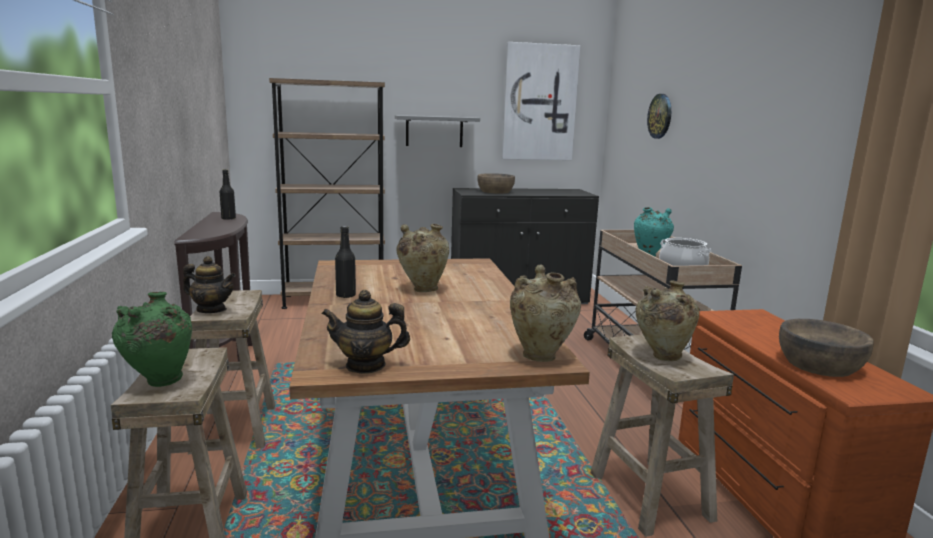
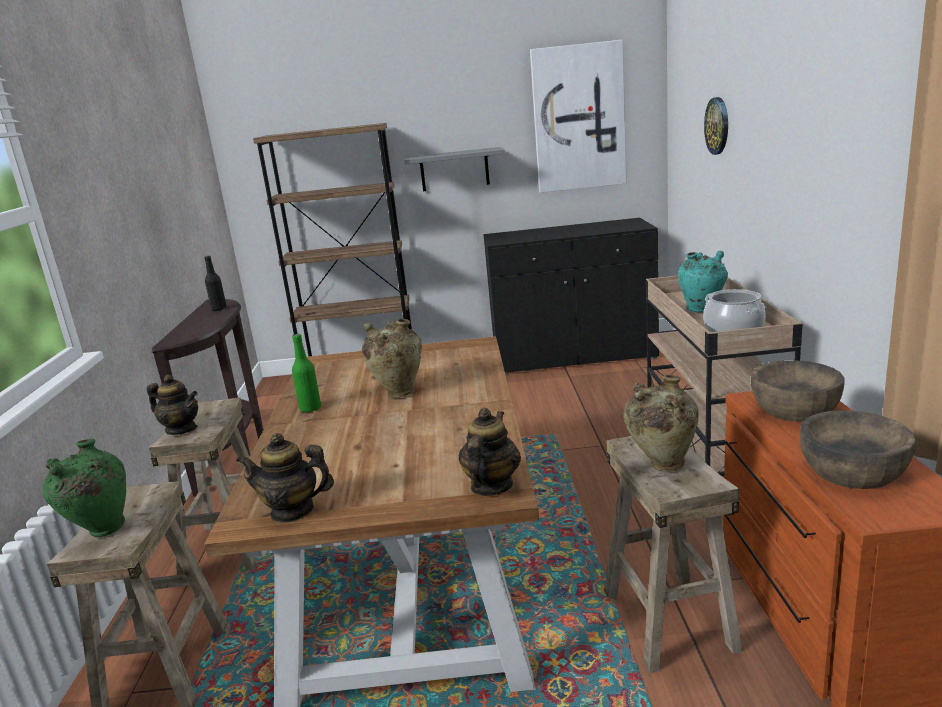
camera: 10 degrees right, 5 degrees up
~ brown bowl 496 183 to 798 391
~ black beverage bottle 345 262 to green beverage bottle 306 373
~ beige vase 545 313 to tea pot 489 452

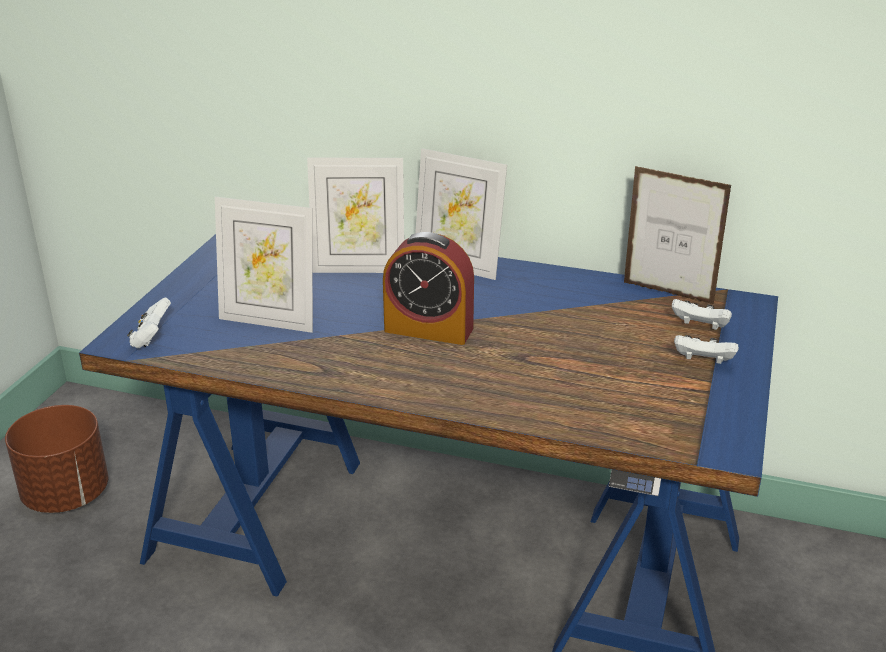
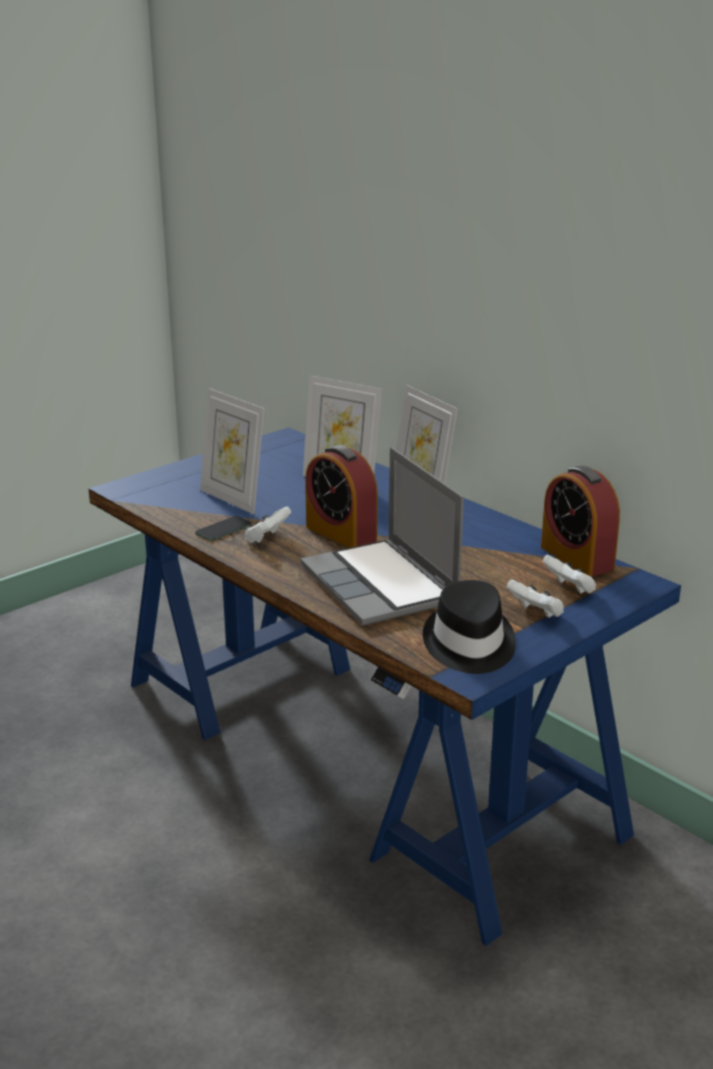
camera: 30 degrees right, 5 degrees down
~ picture frame 678 235 to table clock 580 521
~ white gamepad 149 323 to 267 525
- brown plant pot 56 459
+ laptop 382 536
+ telephone 223 528
+ black clothing hat 469 627

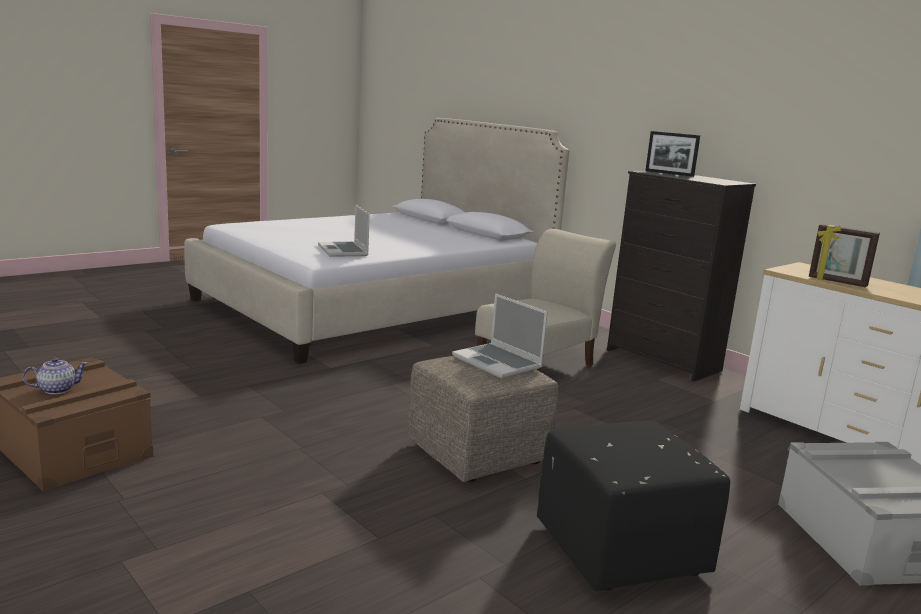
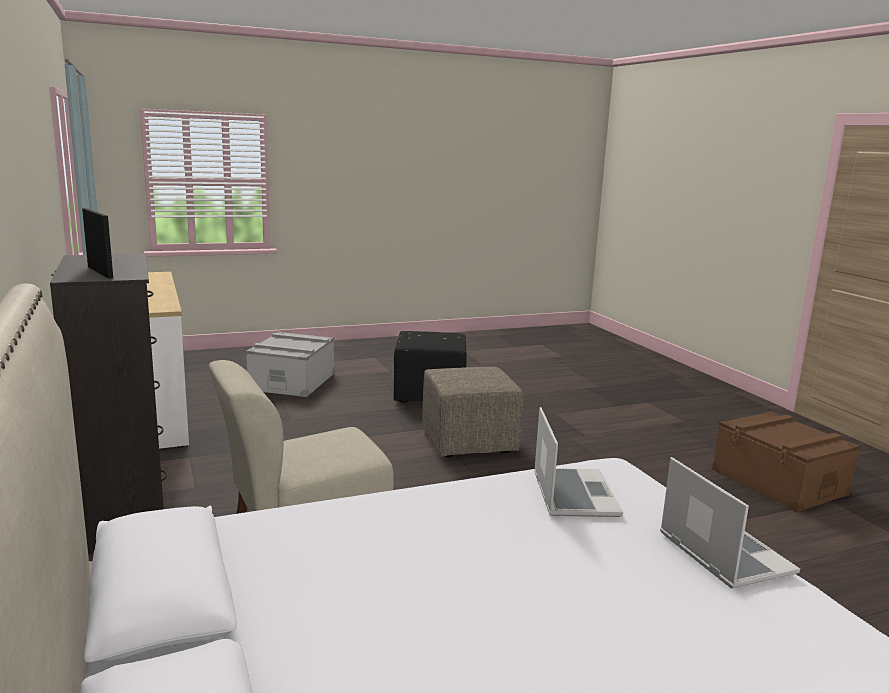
camera: 160 degrees left, 0 degrees up
- picture frame 844 255
~ laptop 500 335 to 730 523
- tea pot 55 375

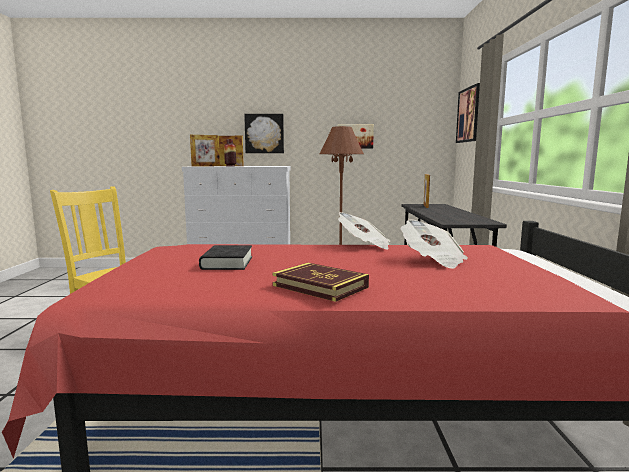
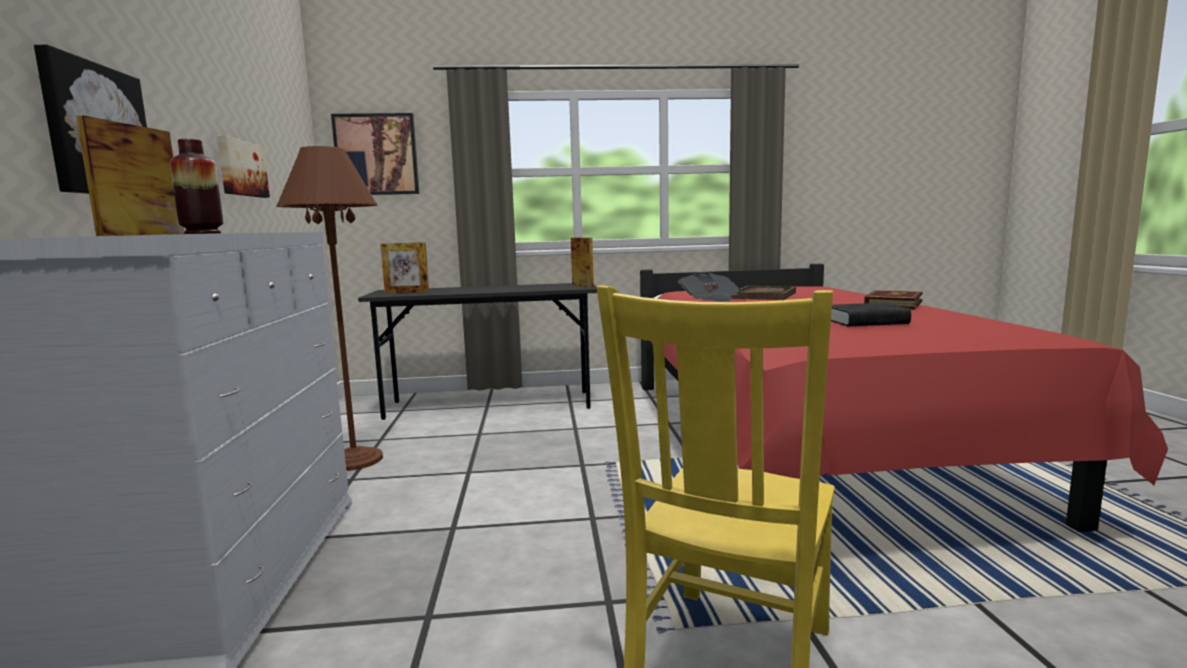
camera: 95 degrees left, 0 degrees up
~ picture frame 205 150 to 582 263
~ printed paper 434 244 to brown carrying tray 763 293

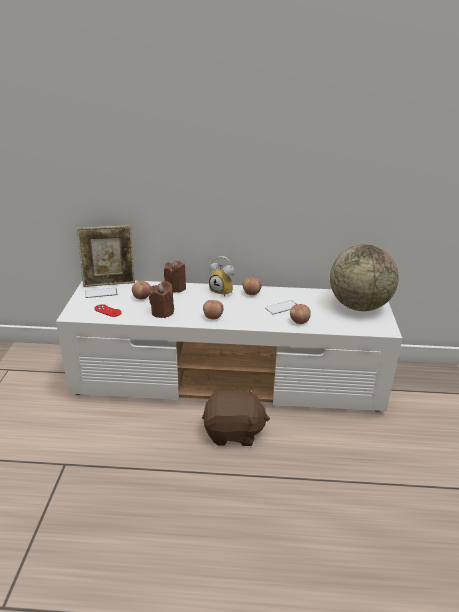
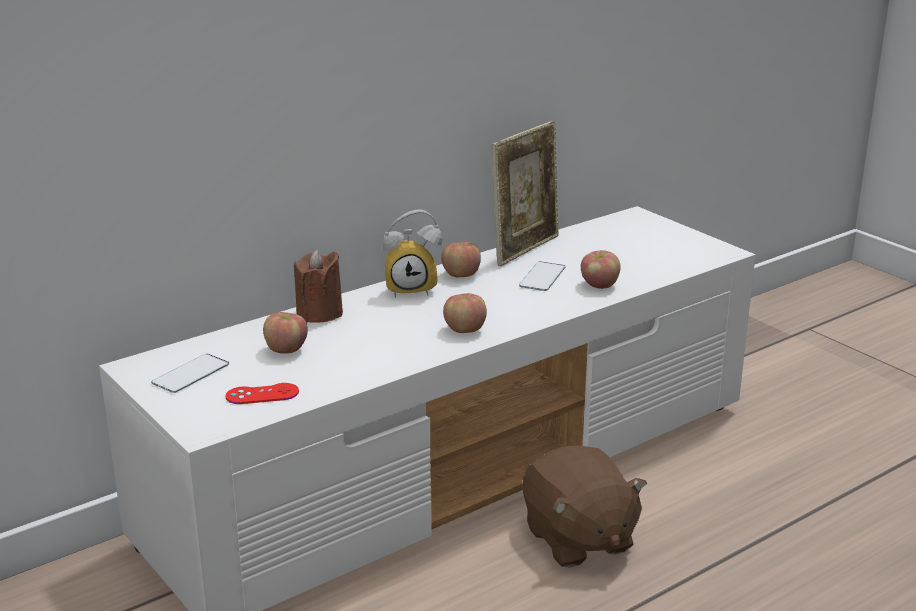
camera: 40 degrees left, 5 degrees down
~ picture frame 106 256 to 525 193
- desk globe 364 277
- brown wax light 161 299
~ brown soft toy 236 417 = 584 506 105 degrees clockwise

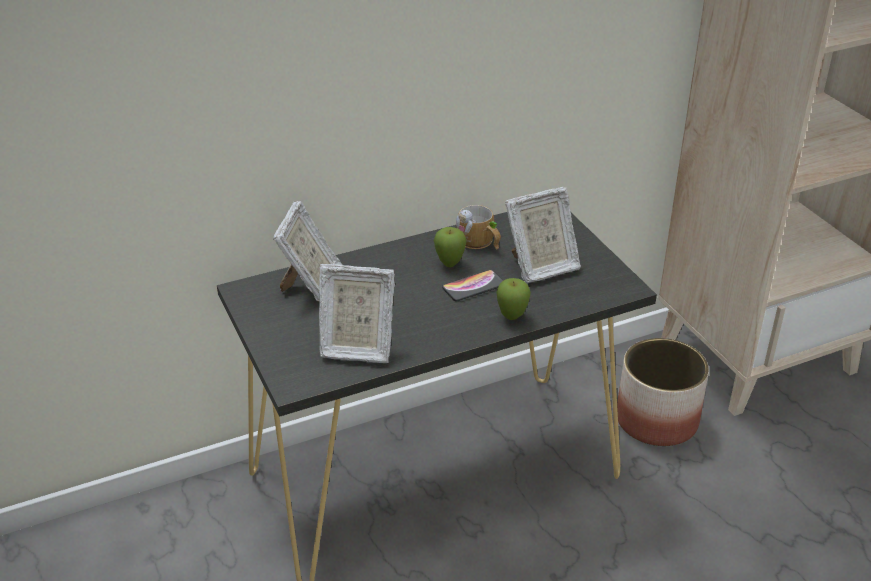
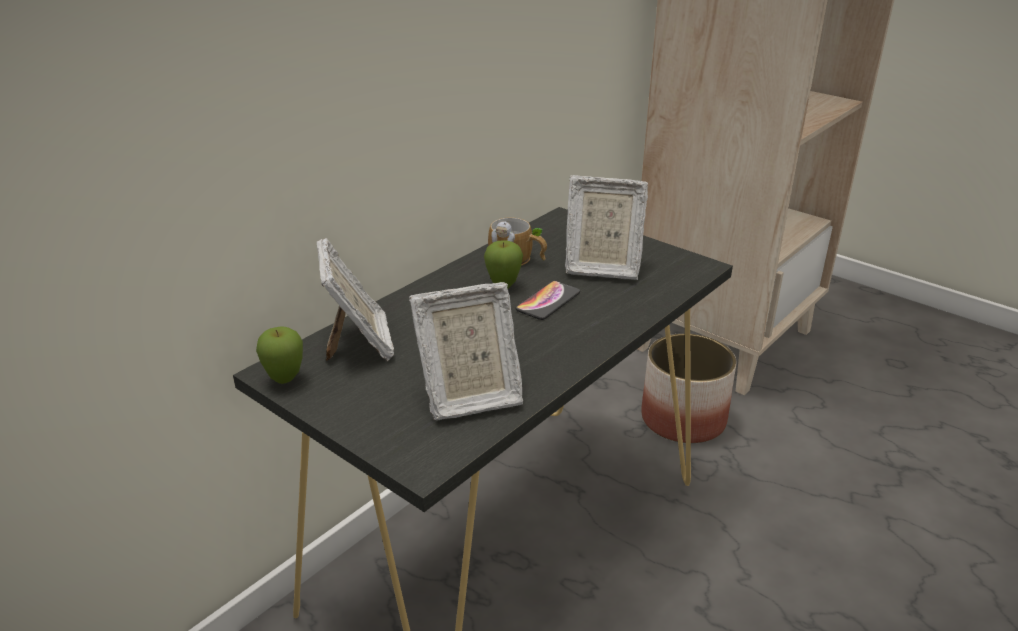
camera: 25 degrees left, 5 degrees down
~ picture frame 543 235 = 606 227 60 degrees clockwise
~ apple fruit 513 299 to 279 355

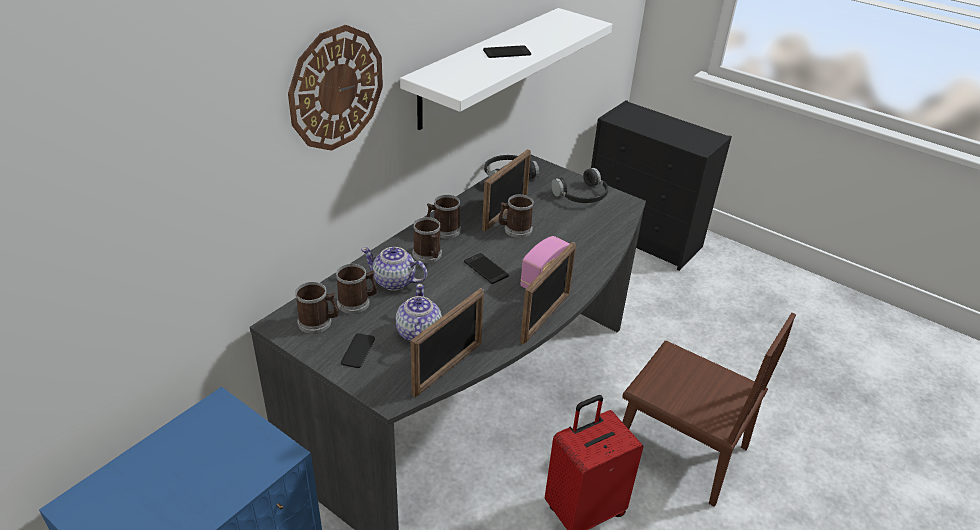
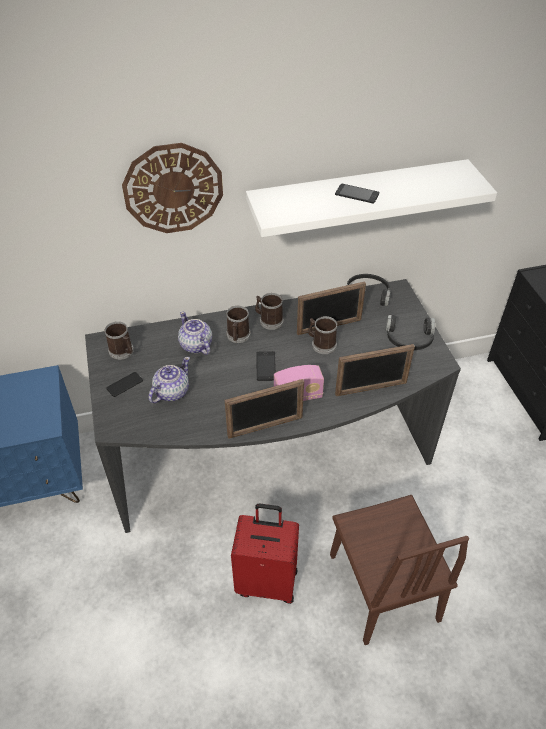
camera: 40 degrees right, 10 degrees up
- tea mug 356 289
~ picture frame 447 342 to 375 370

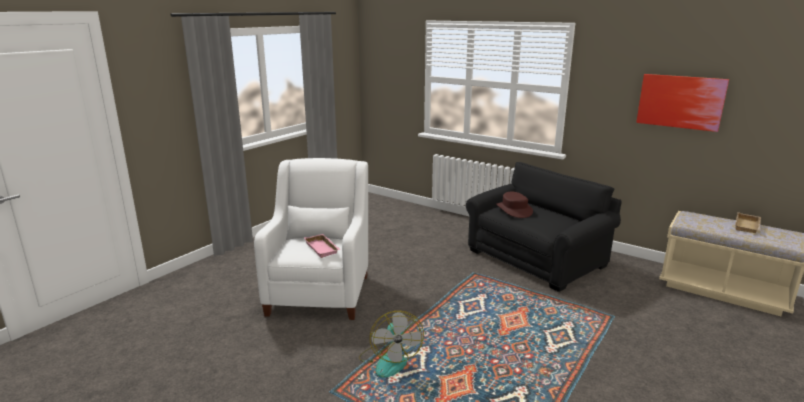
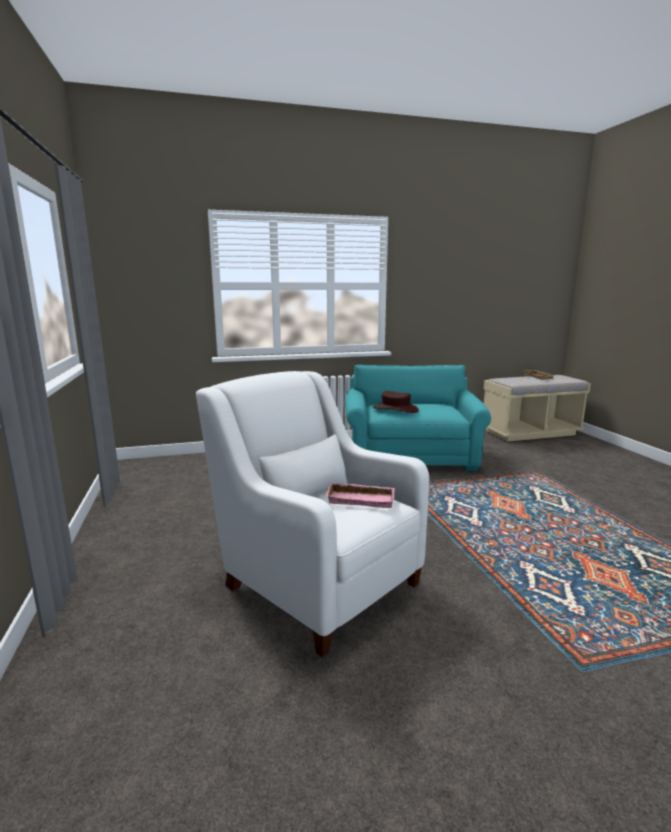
camera: 50 degrees left, 5 degrees down
- wall art 682 103
~ black lounge chair 544 227 to blue-green lounge chair 418 418
- electric fan 391 344

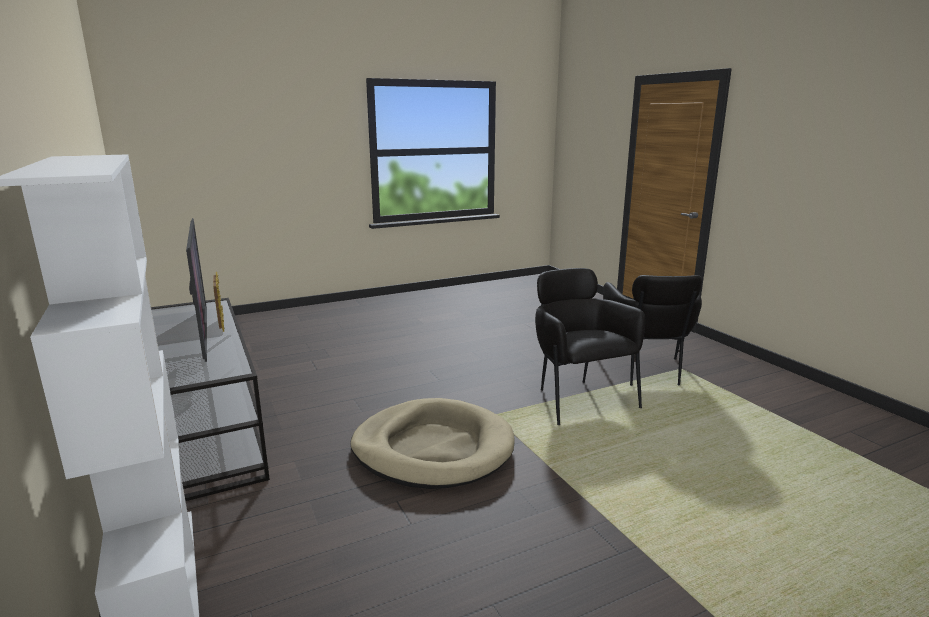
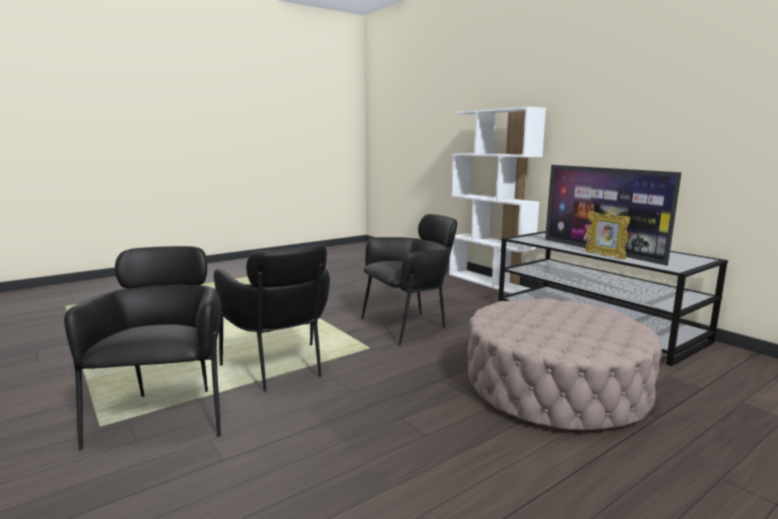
camera: 170 degrees right, 5 degrees down
~ beige dog cushion 432 443 to black lounge chair 409 280
+ beige footrest 565 364

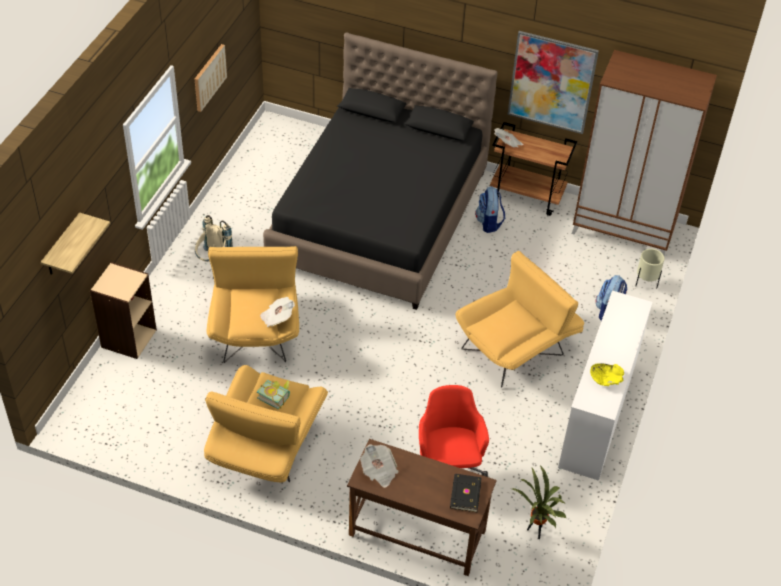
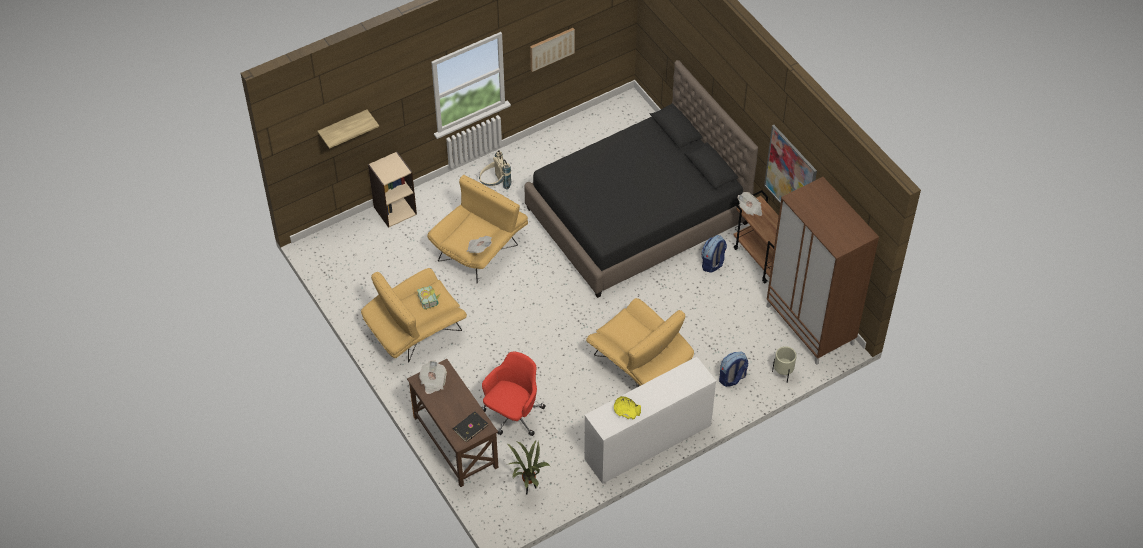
camera: 40 degrees right, 5 degrees up
~ yellow lounge chair 519 319 = 640 343 45 degrees clockwise

